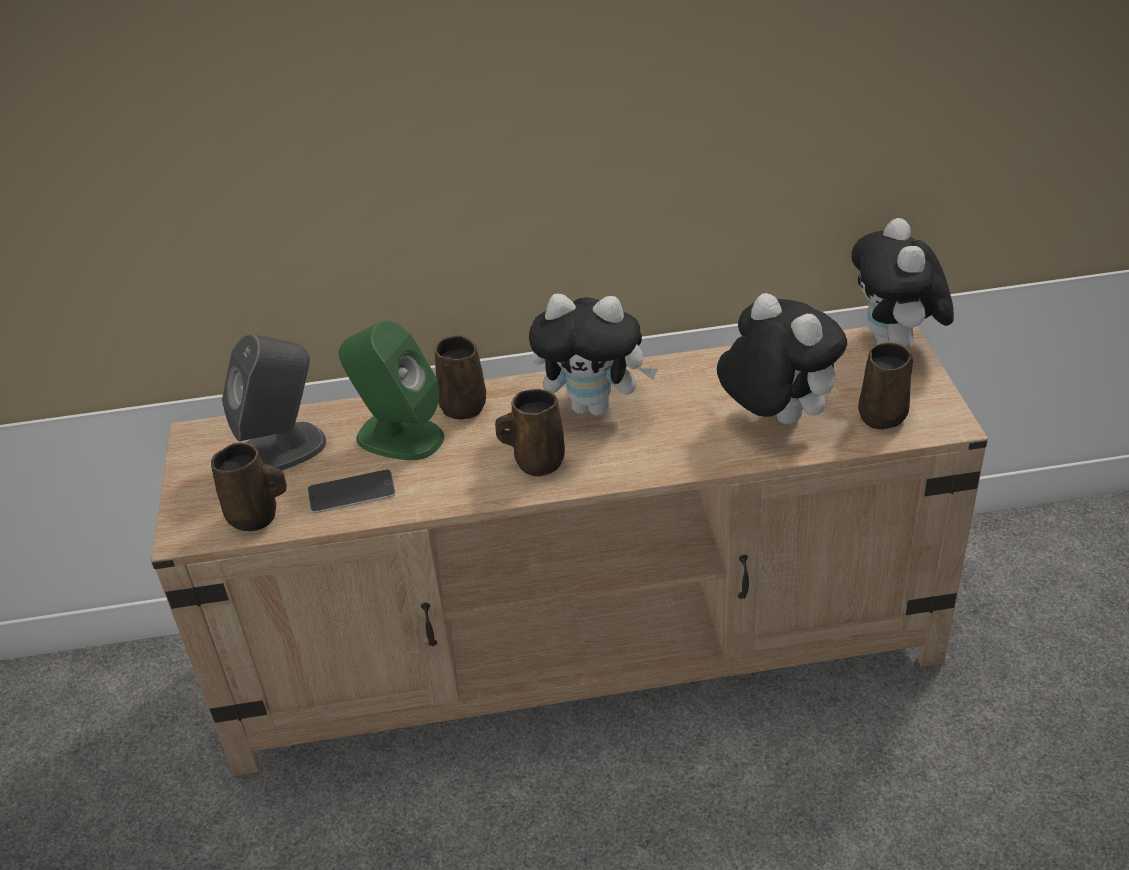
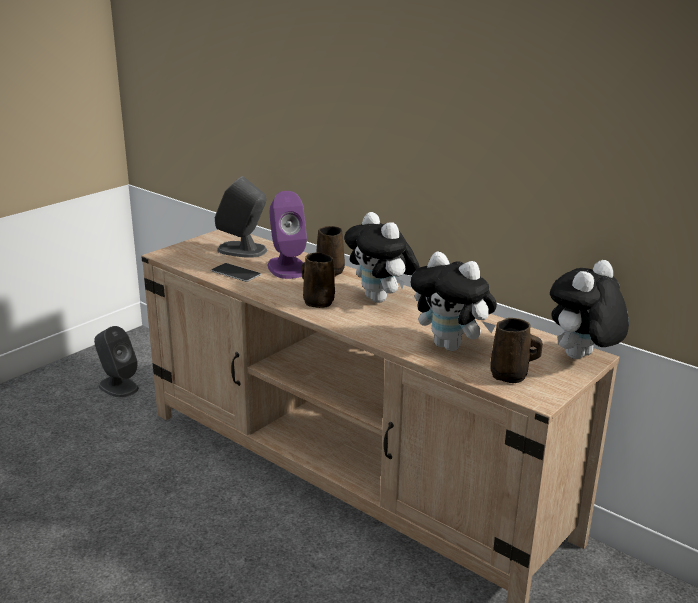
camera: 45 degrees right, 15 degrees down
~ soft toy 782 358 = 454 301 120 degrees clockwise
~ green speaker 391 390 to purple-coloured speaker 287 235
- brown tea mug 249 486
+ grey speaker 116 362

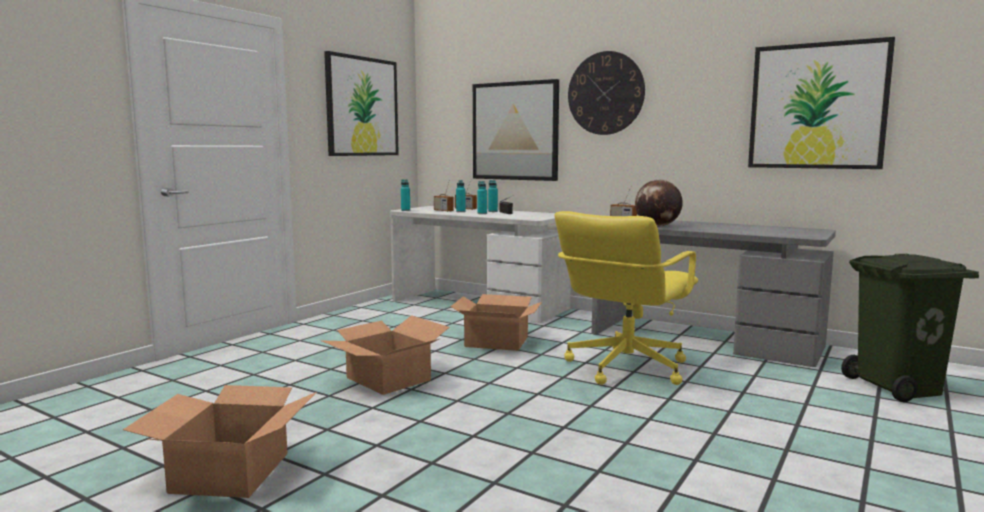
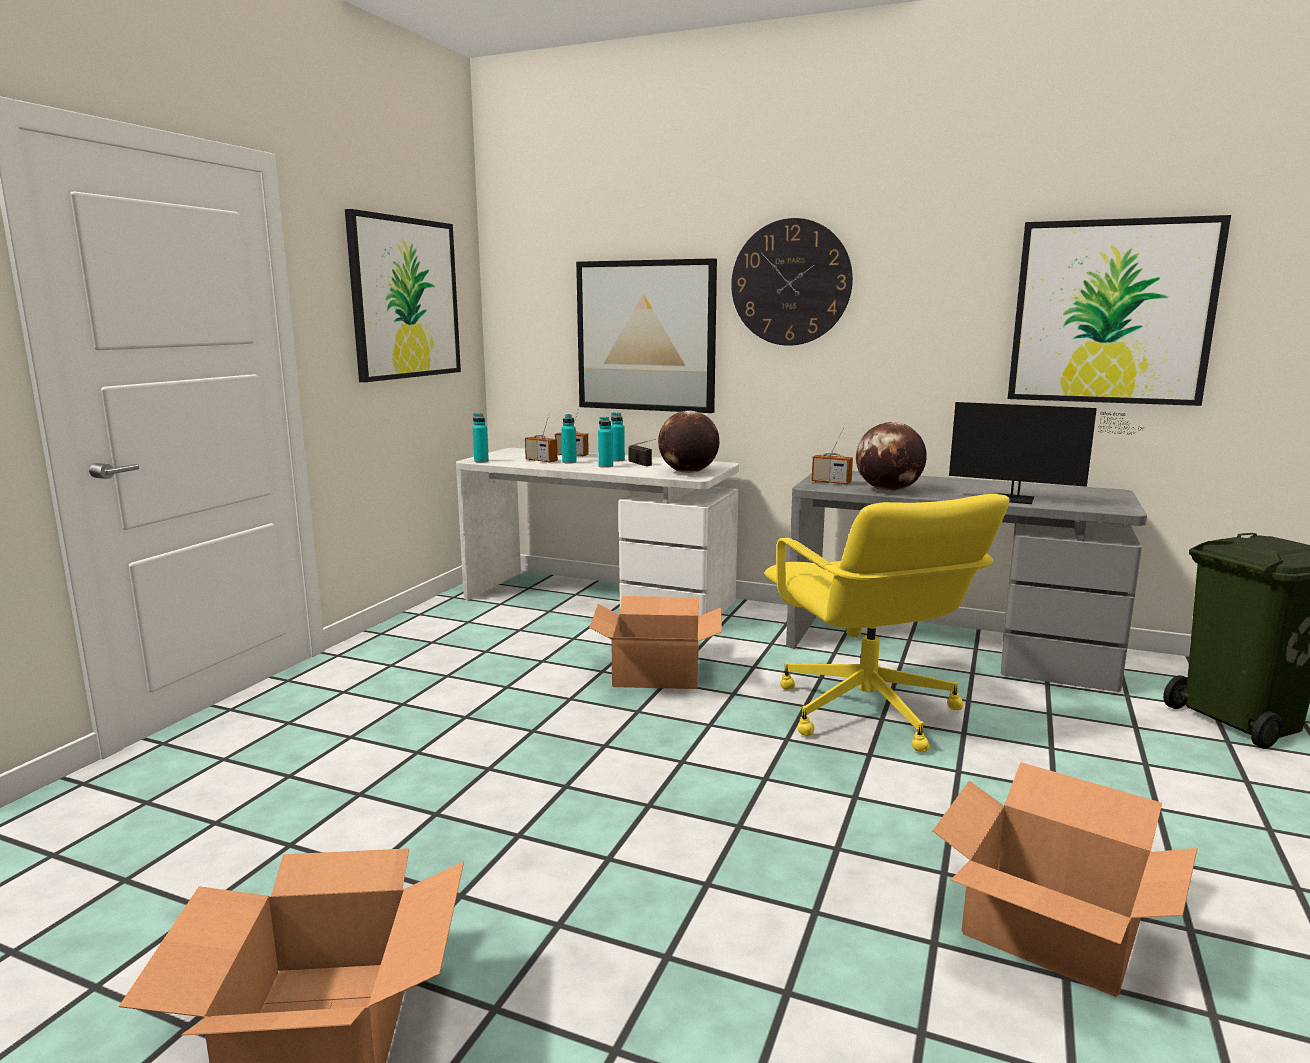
camera: 10 degrees left, 5 degrees up
~ yellow computer chair 626 298 = 887 623 45 degrees counterclockwise
~ carton 386 355 to 1065 879
+ computer display 1047 453
+ desk globe 688 442

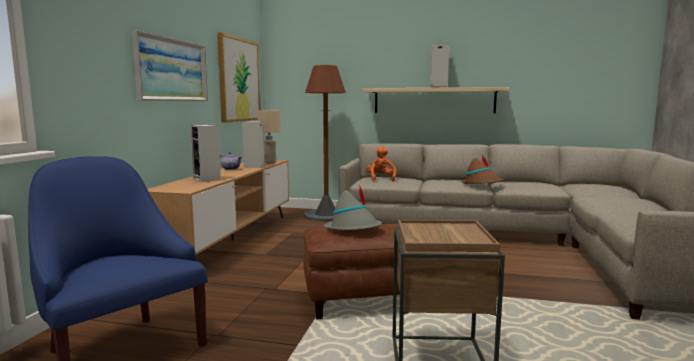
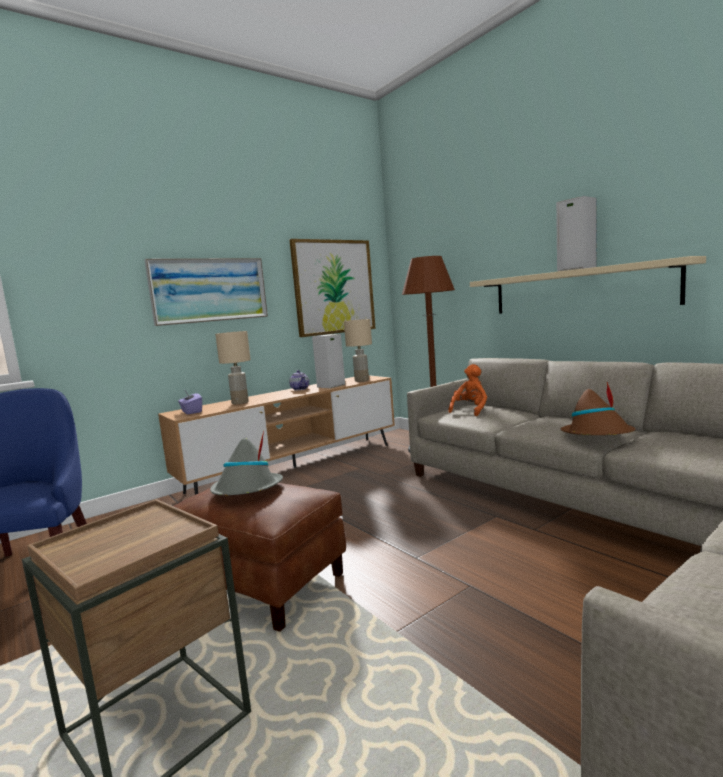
camera: 40 degrees right, 0 degrees up
~ speaker 205 153 to beige table lamp 233 367
+ purple-coloured box of tissues 190 402

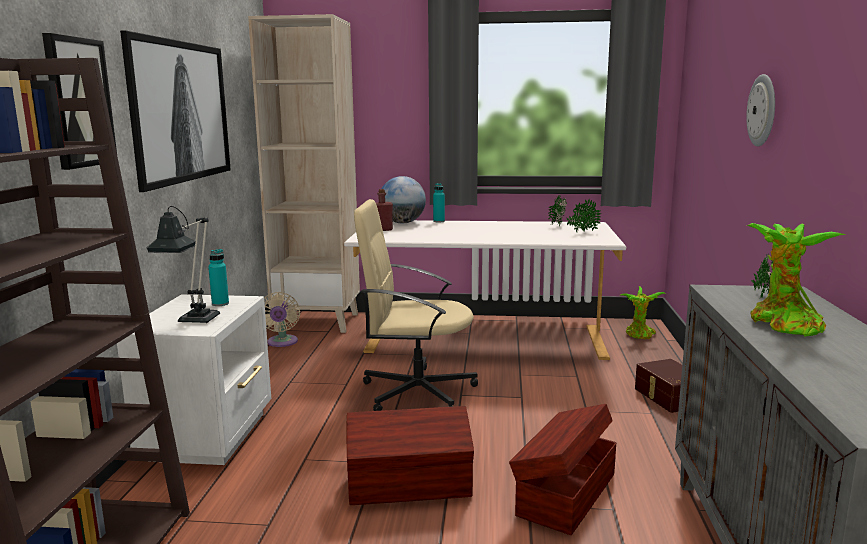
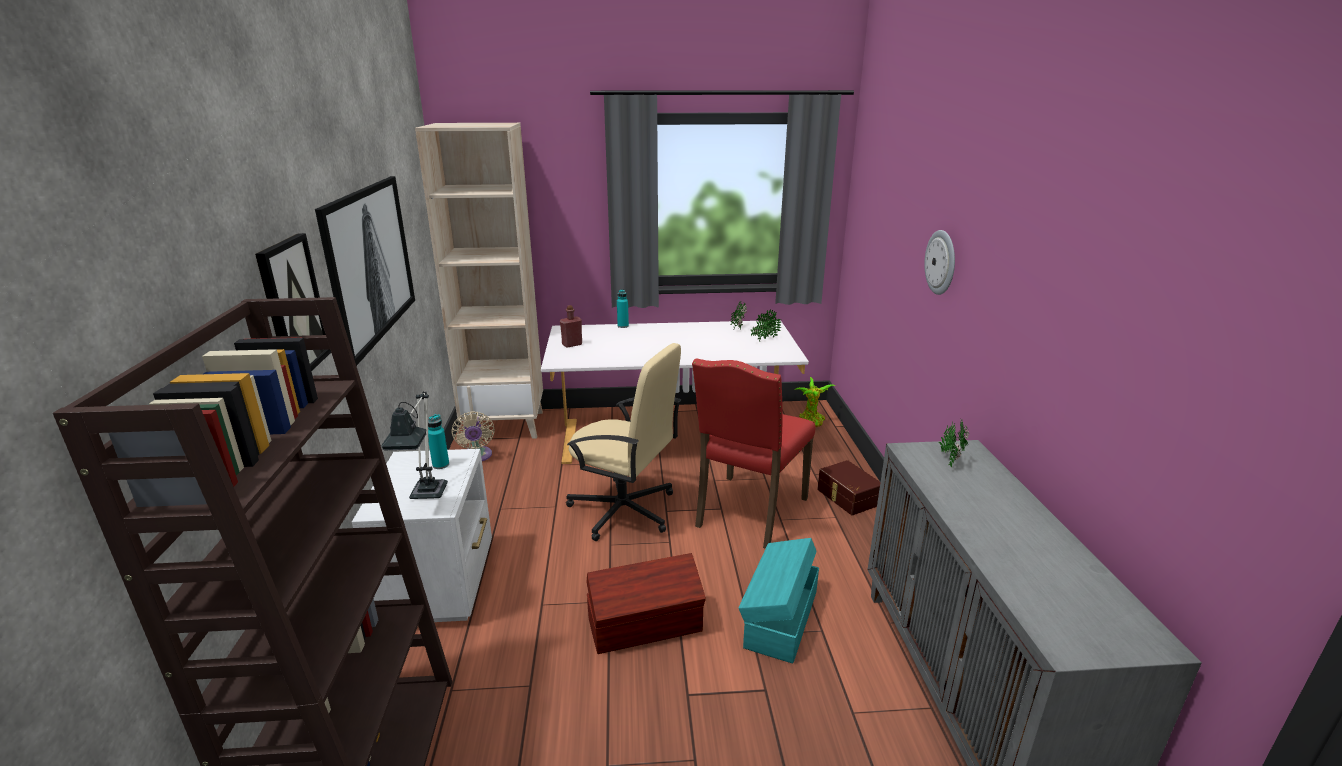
camera: 10 degrees left, 10 degrees up
- desk globe 404 199
~ beige computer chair 416 305 = 623 442 150 degrees counterclockwise
- plant in a pot 797 280
~ brown storage box 563 469 to blue-green storage box 779 600
+ reddish upright chair 753 453

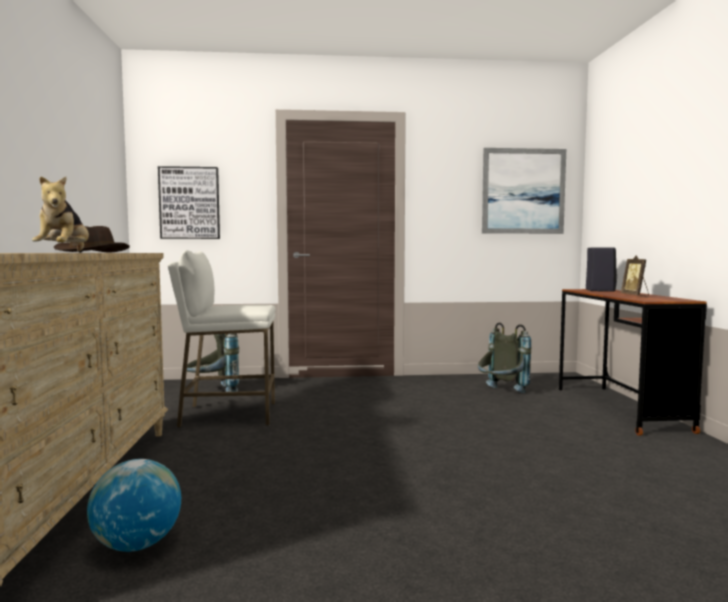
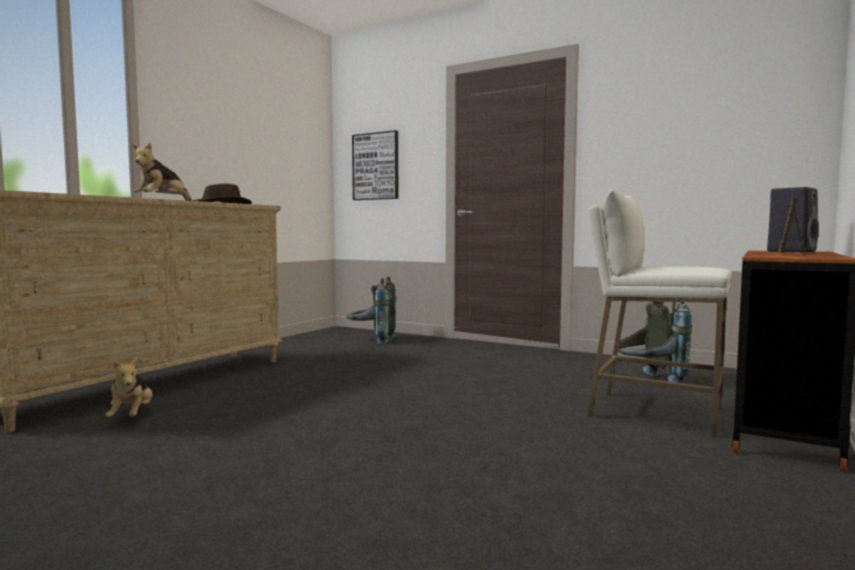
camera: 35 degrees right, 0 degrees up
- wall art 524 191
~ white stool seat 222 339 to 659 313
~ desk globe 134 505 to soft toy 129 387

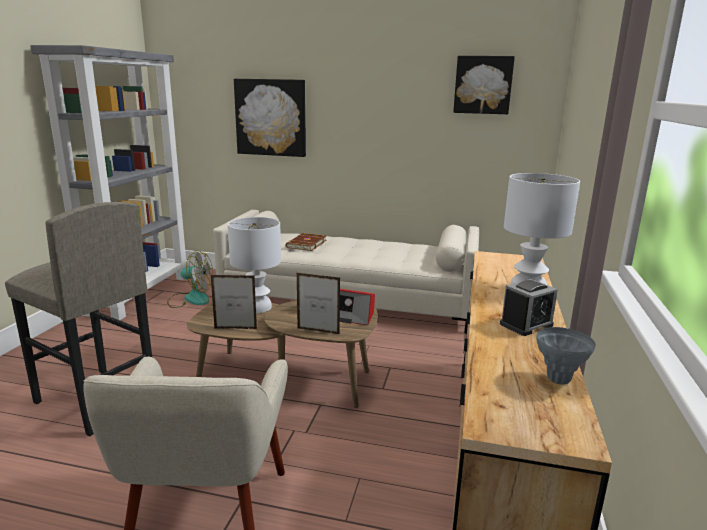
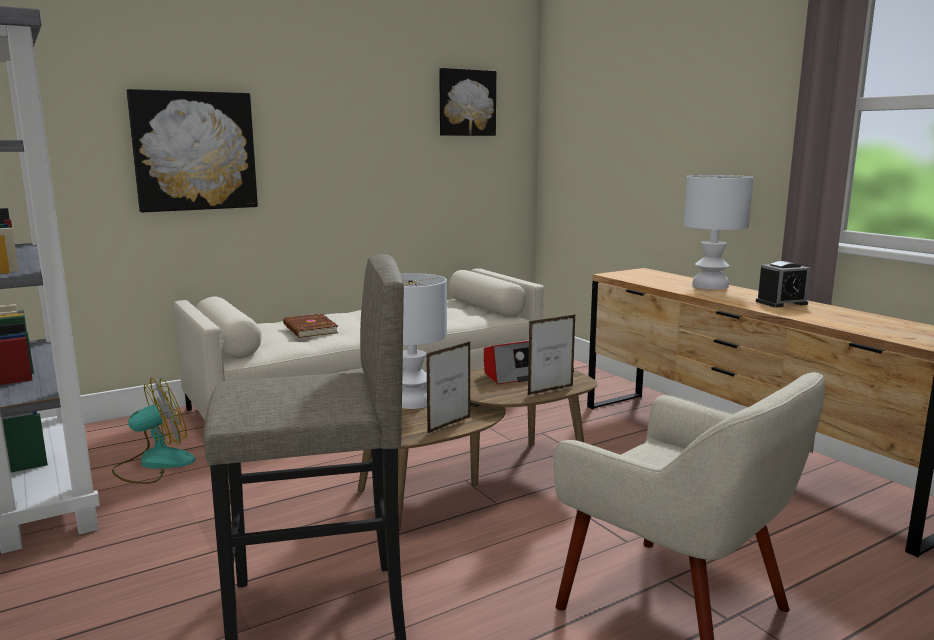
camera: 45 degrees left, 5 degrees down
~ table clock 529 307 = 783 284 60 degrees clockwise
- grey vase 566 356

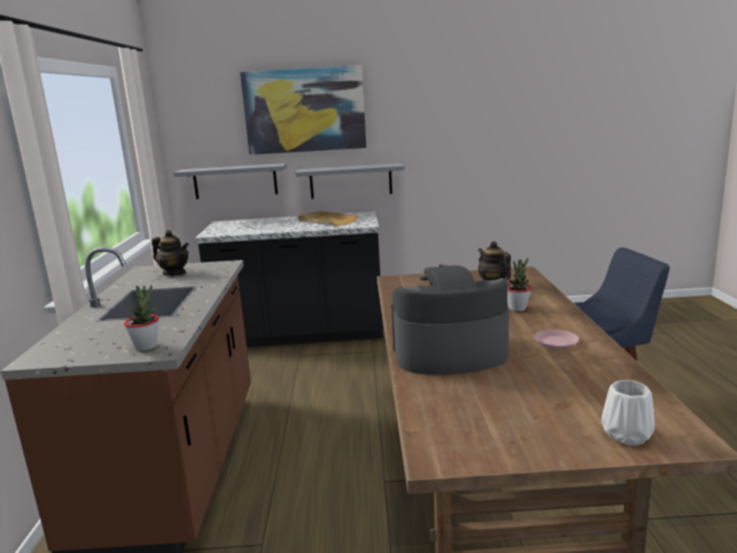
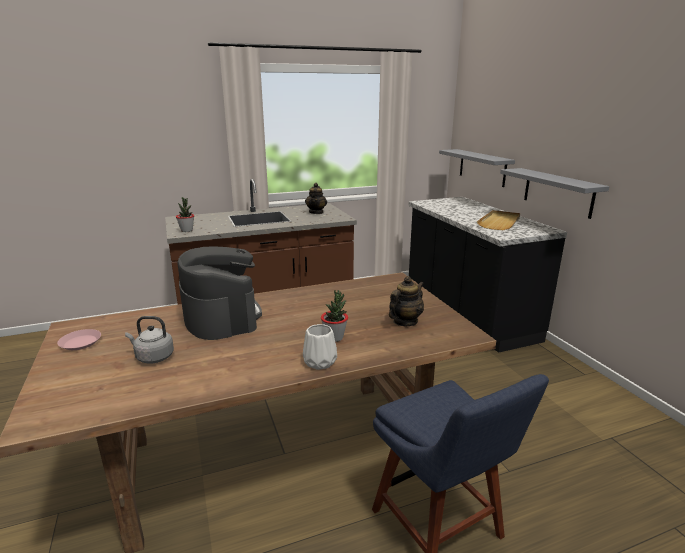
camera: 70 degrees right, 5 degrees up
- wall art 303 110
~ pink-coloured plate 556 339 to 79 339
~ white vase 628 413 to 320 347
+ grey kettle 149 340

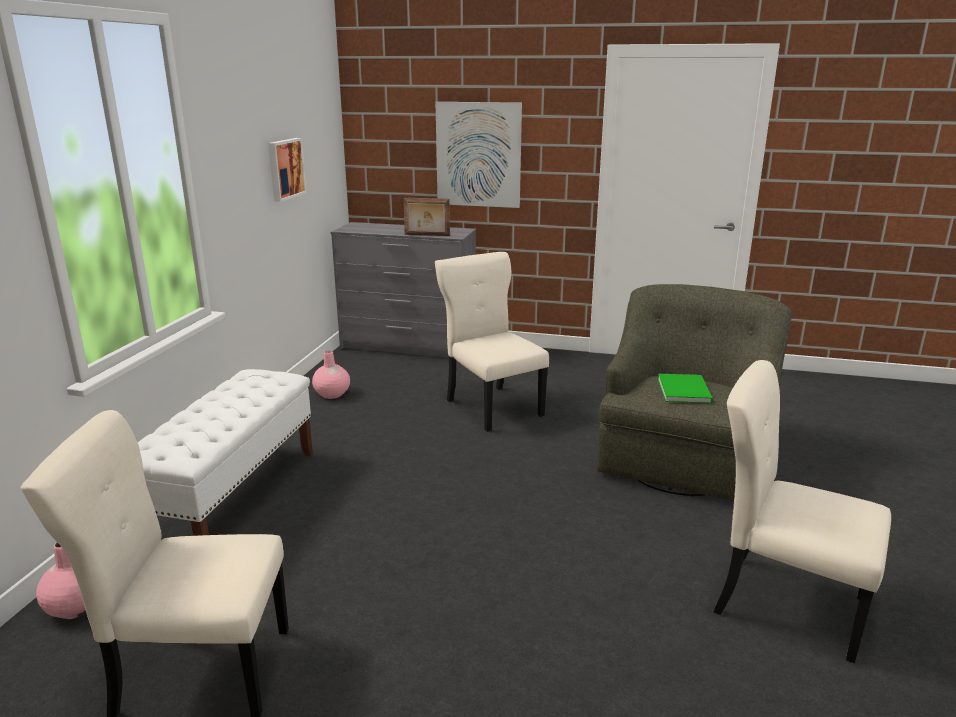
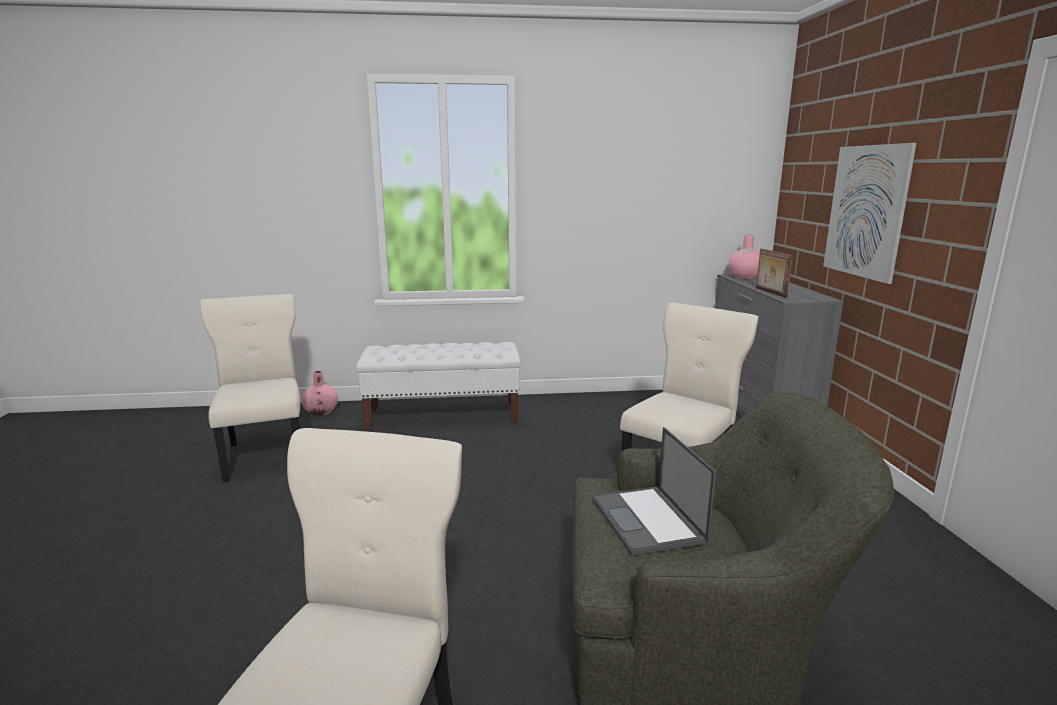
camera: 70 degrees right, 5 degrees down
- wall art 287 170
~ pink-coloured vase 331 375 to 744 257
~ green volume 685 388 to laptop 654 491

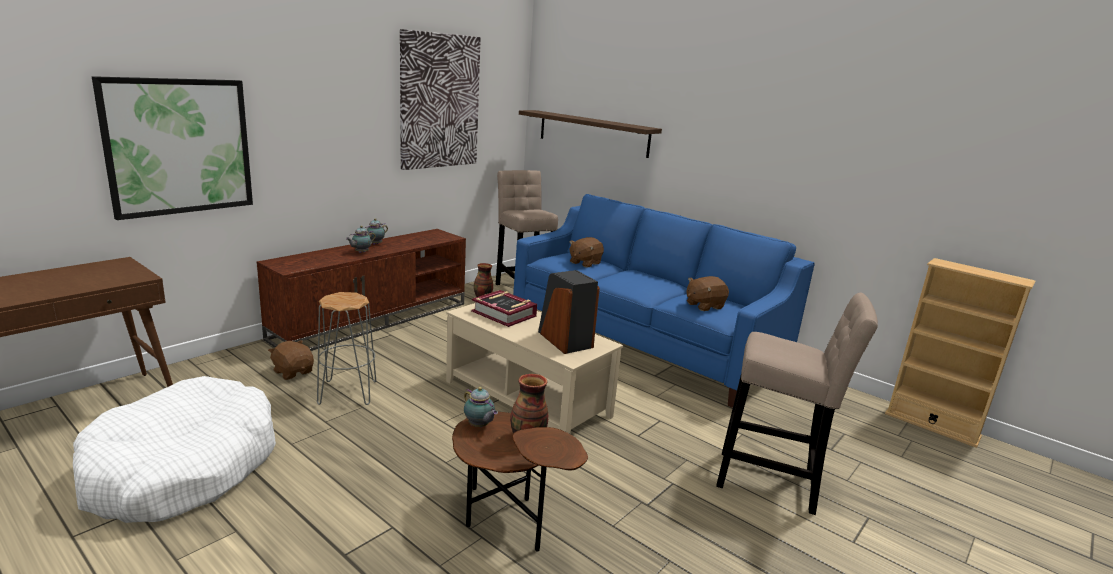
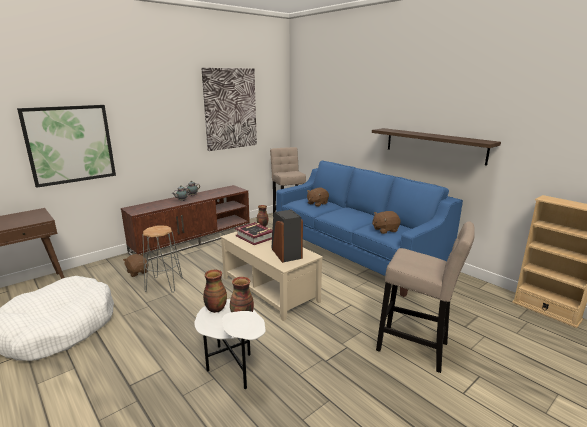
camera: 10 degrees right, 0 degrees up
~ wall shelf 590 134 to 436 147
~ tea pot 481 407 to vase 215 291
~ brown accent table 520 482 to white accent table 230 344

